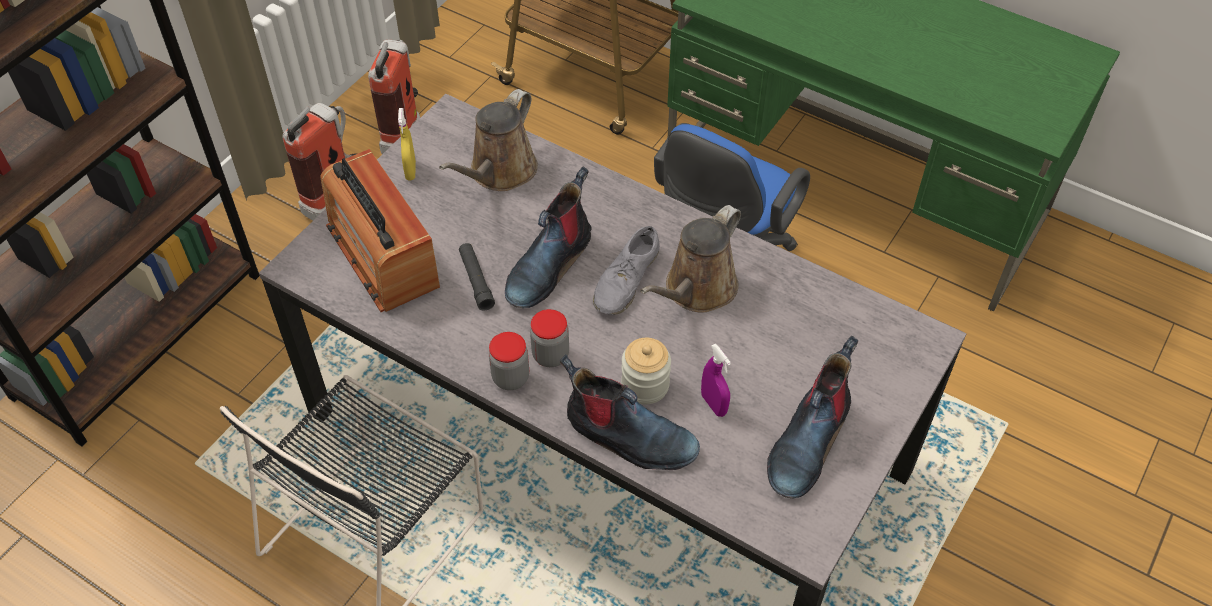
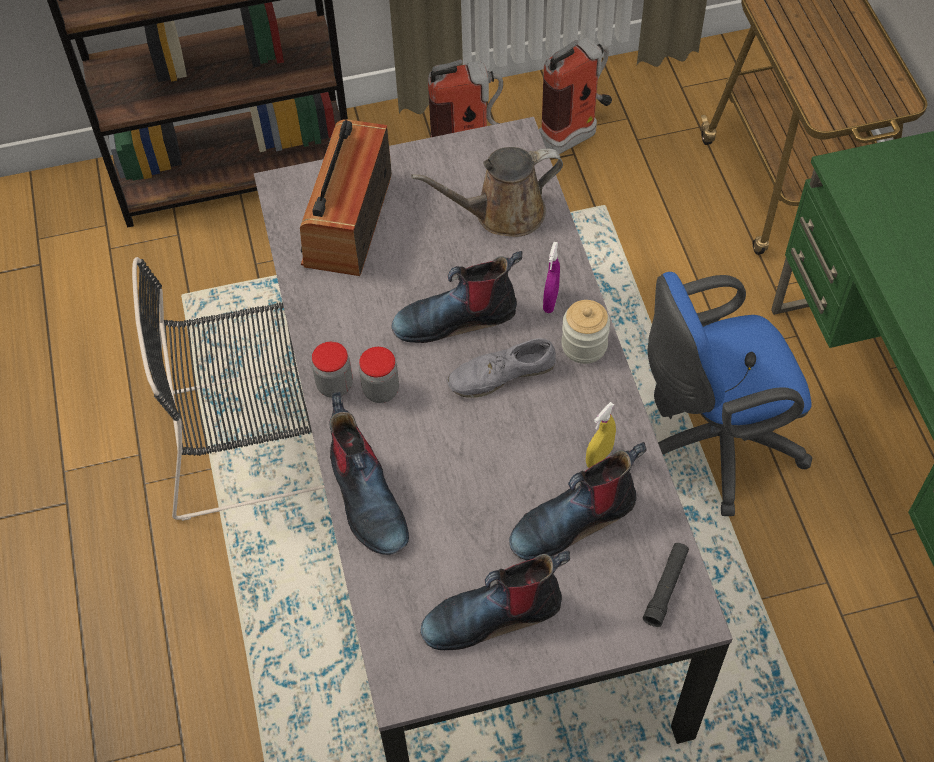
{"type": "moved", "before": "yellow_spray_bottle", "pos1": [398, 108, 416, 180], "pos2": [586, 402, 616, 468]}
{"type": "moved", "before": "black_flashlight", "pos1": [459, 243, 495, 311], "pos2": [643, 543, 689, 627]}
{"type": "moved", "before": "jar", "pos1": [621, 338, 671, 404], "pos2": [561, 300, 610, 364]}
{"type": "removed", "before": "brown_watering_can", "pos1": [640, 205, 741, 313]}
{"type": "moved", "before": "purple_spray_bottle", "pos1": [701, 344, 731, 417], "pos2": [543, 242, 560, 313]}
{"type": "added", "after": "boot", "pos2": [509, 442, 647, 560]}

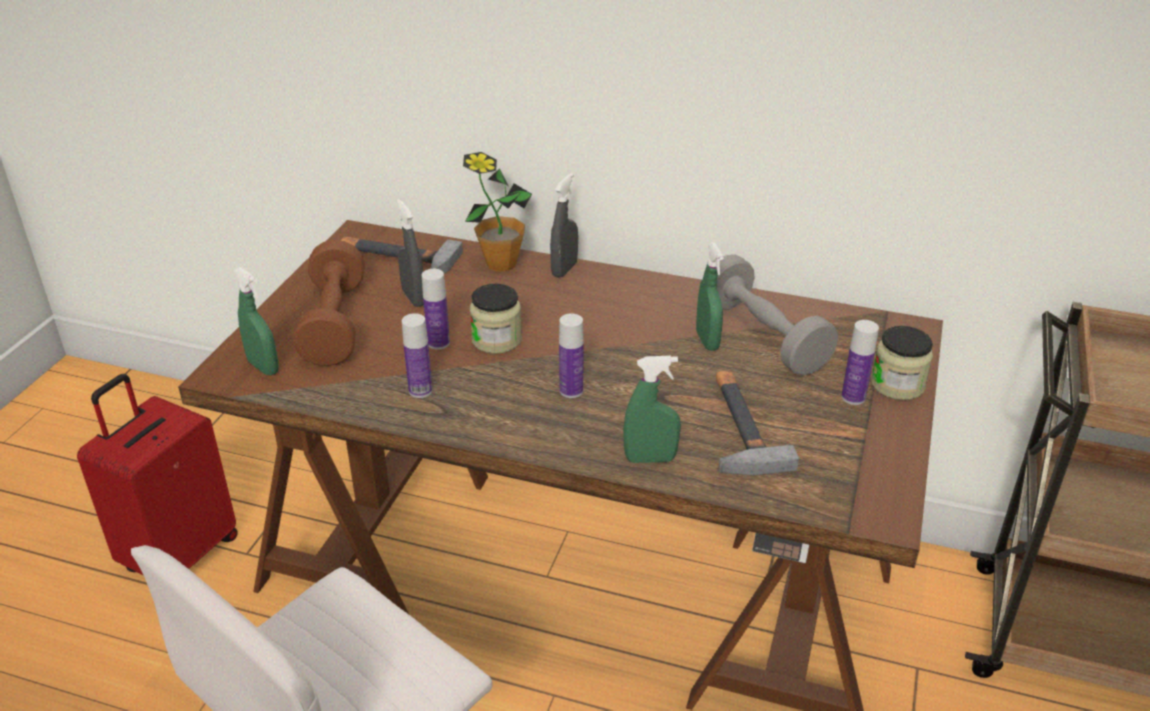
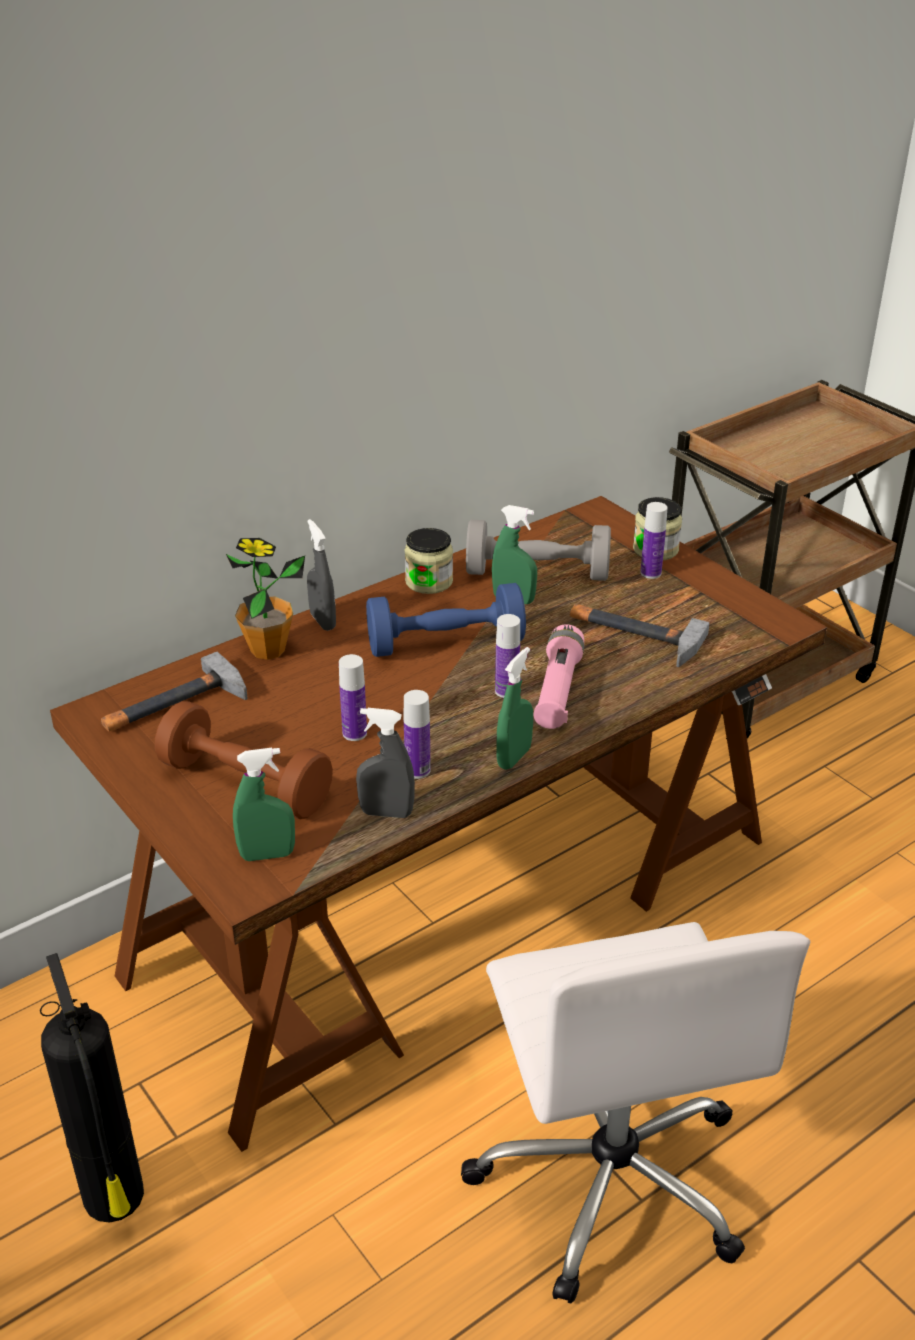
{"type": "replaced", "before": "red_suitcase", "after": "fire_extinguisher", "pos1": [77, 374, 238, 575], "pos2": [40, 953, 144, 1223]}
{"type": "moved", "before": "grey_spray_bottle", "pos1": [397, 199, 424, 307], "pos2": [356, 708, 415, 818]}
{"type": "moved", "before": "jar", "pos1": [470, 284, 522, 354], "pos2": [404, 528, 453, 594]}
{"type": "moved", "before": "green_spray_bottle", "pos1": [623, 356, 681, 463], "pos2": [496, 647, 533, 770]}
{"type": "added", "after": "blue_dumbbell", "pos2": [366, 583, 526, 657]}
{"type": "added", "after": "pink_flashlight", "pos2": [533, 624, 584, 729]}

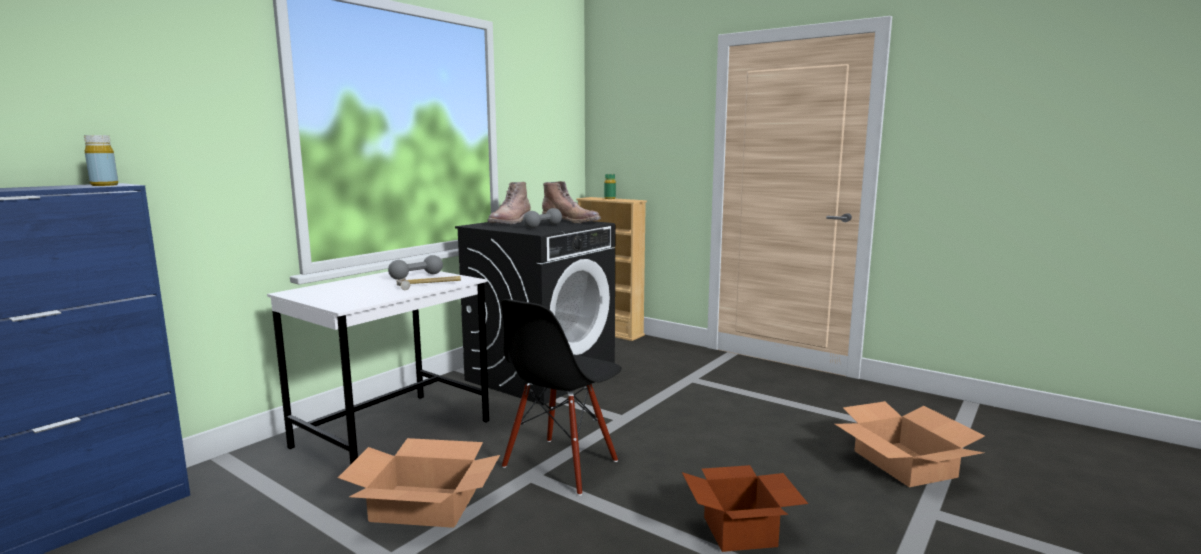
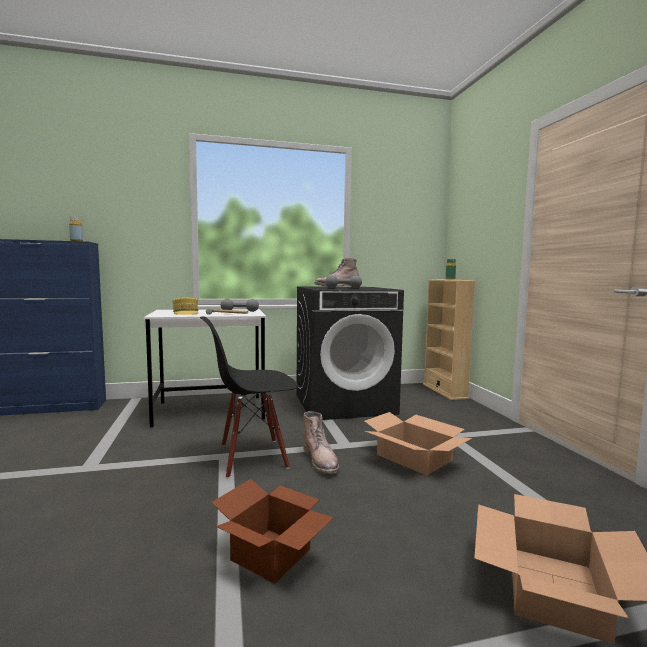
{"type": "moved", "before": "cardboard_box", "pos1": [338, 438, 500, 528], "pos2": [364, 412, 472, 475]}
{"type": "moved", "before": "brown_boot", "pos1": [542, 181, 601, 223], "pos2": [303, 411, 339, 474]}
{"type": "added", "after": "yellow_cap", "pos2": [172, 298, 199, 315]}

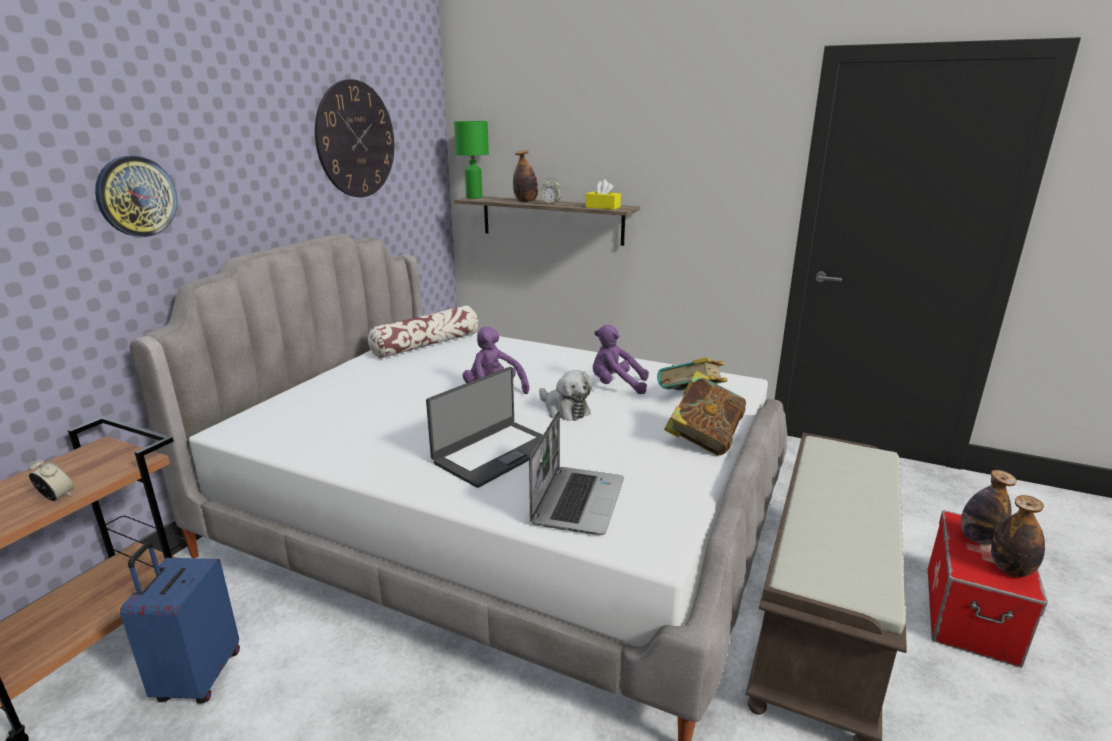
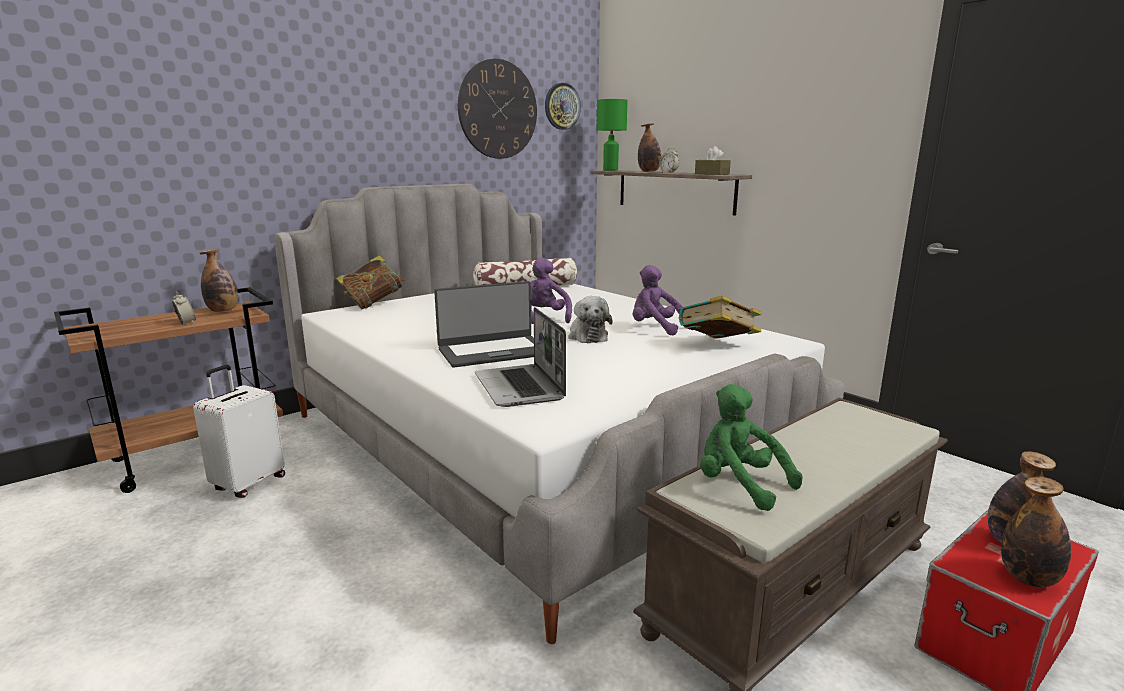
{"type": "moved", "before": "wall_clock", "pos1": [95, 156, 177, 237], "pos2": [545, 83, 581, 130]}
{"type": "recoloured", "before": "blue_suitcase", "after": "white_suitcase", "pos1": [120, 542, 240, 704], "pos2": [193, 365, 285, 498]}
{"type": "turned", "before": "laptop", "pos1": [529, 410, 624, 535], "pos2": [475, 307, 566, 407], "turn": 120}
{"type": "recoloured", "before": "yellow_tissue_box", "after": "brown_tissue_box", "pos1": [585, 179, 621, 210], "pos2": [695, 146, 731, 175]}
{"type": "moved", "before": "book", "pos1": [664, 371, 746, 455], "pos2": [336, 255, 404, 309]}
{"type": "added", "after": "bottle", "pos2": [199, 249, 238, 312]}
{"type": "added", "after": "green_plush_toy", "pos2": [700, 384, 803, 511]}

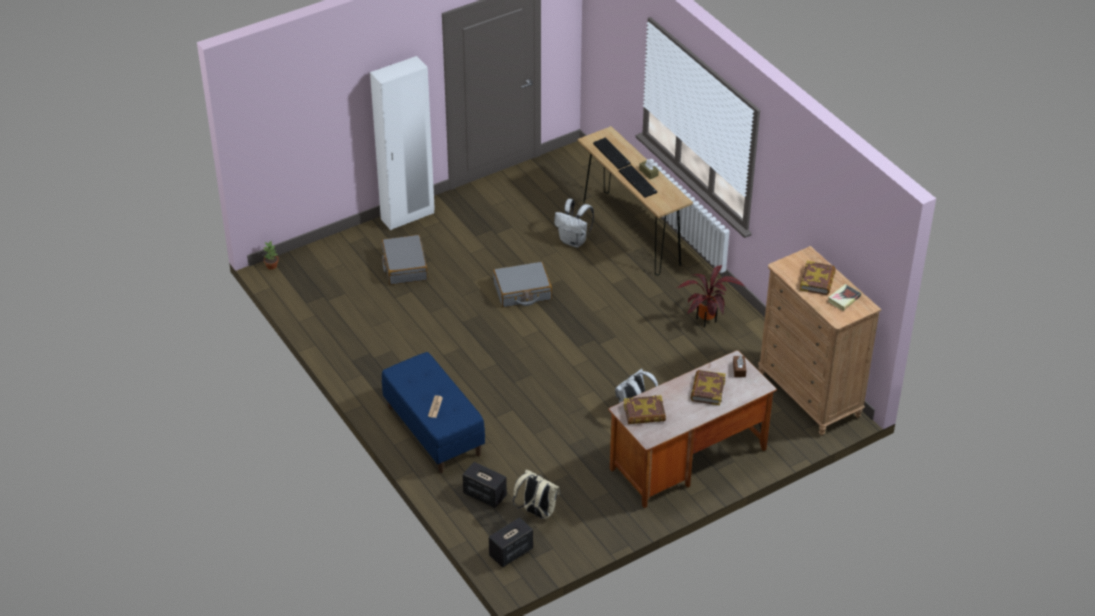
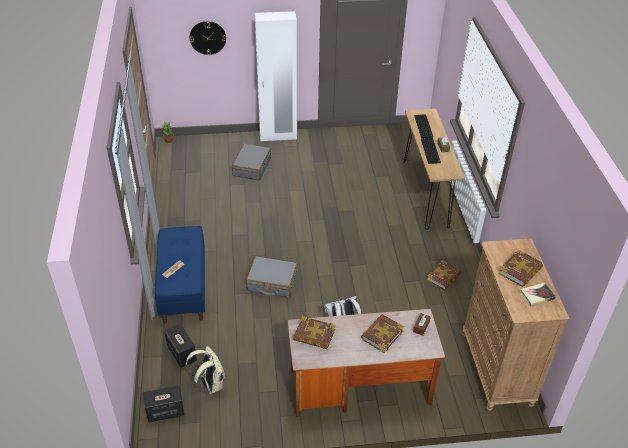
{"type": "moved", "before": "grey_suitcase", "pos1": [493, 262, 552, 307], "pos2": [246, 256, 298, 297]}
{"type": "removed", "before": "white_backpack", "pos1": [554, 199, 594, 247]}
{"type": "replaced", "before": "potted_plant", "after": "book", "pos1": [677, 265, 745, 327], "pos2": [426, 260, 461, 290]}
{"type": "added", "after": "wall_clock", "pos2": [189, 21, 226, 55]}

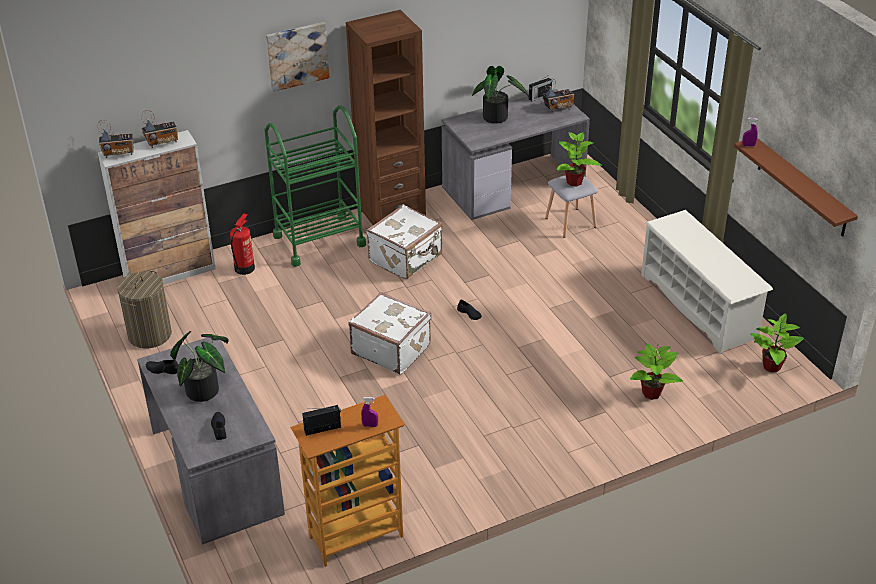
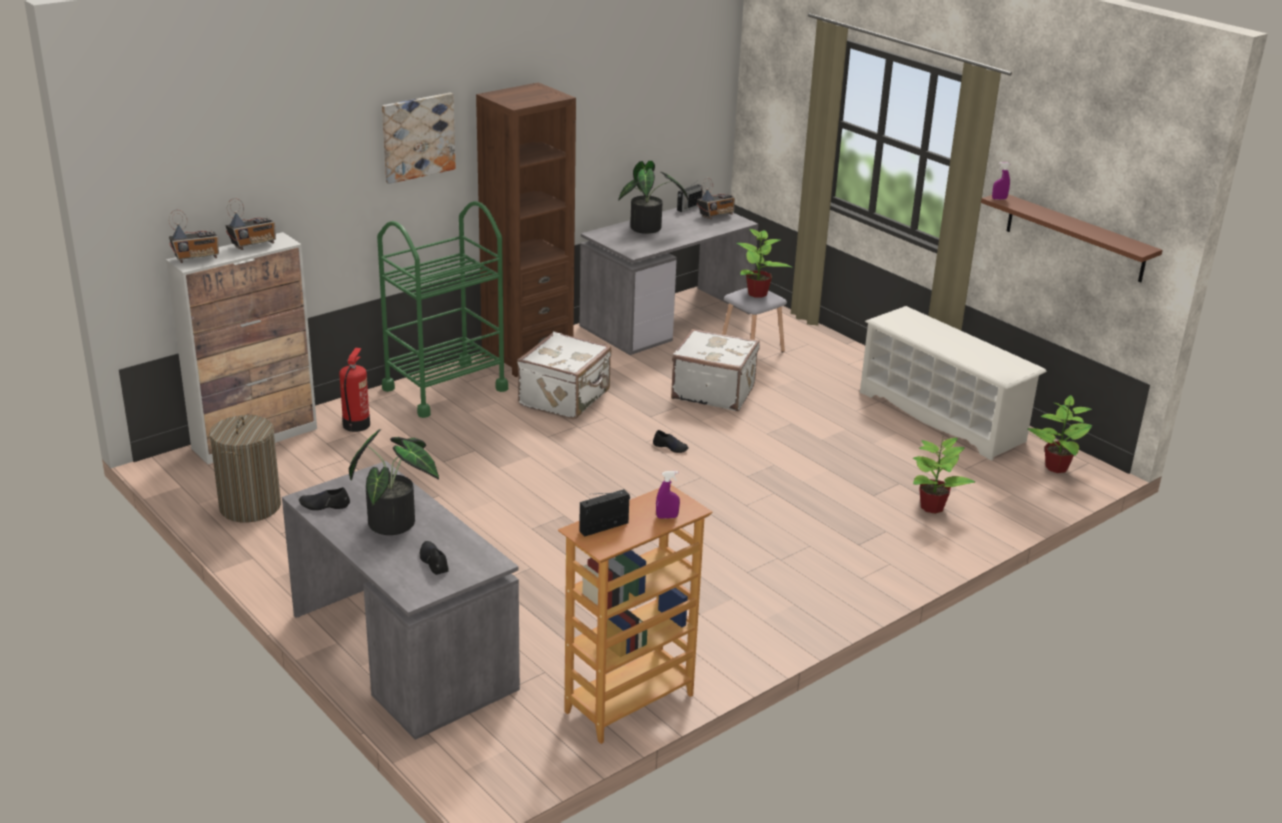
{"type": "moved", "before": "white_suitcase", "pos1": [349, 292, 432, 374], "pos2": [671, 329, 760, 411]}

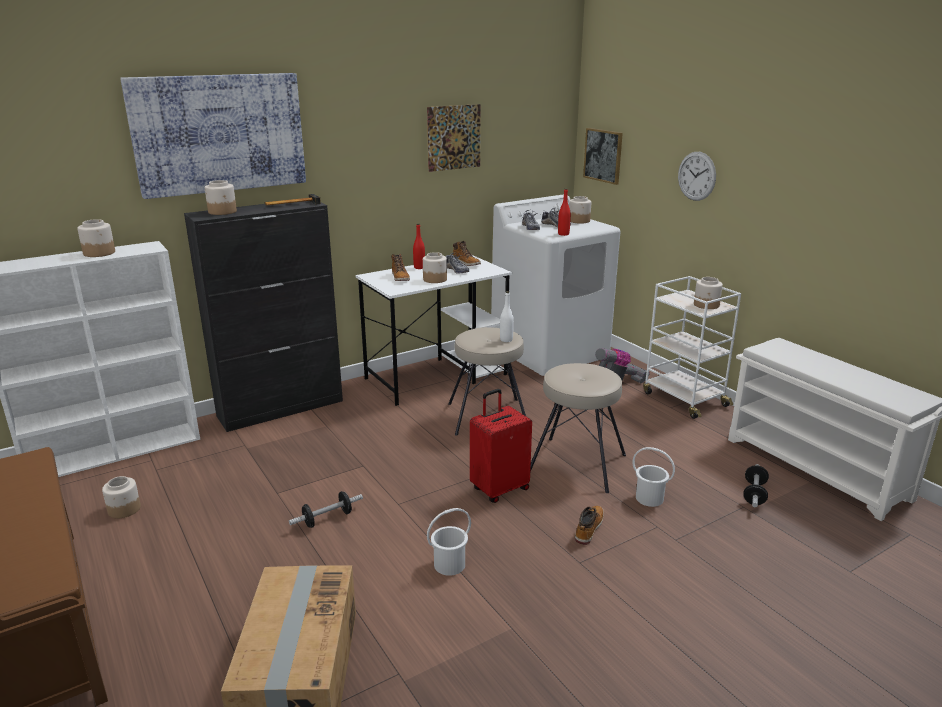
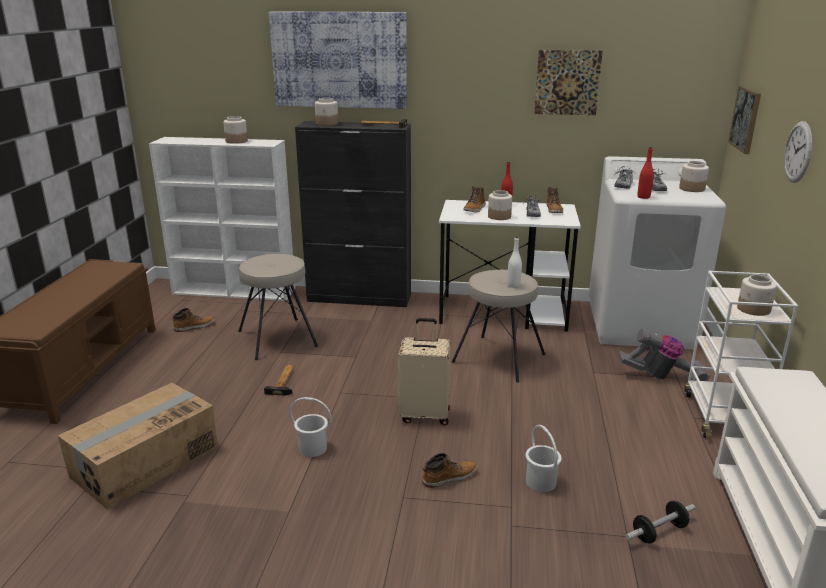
{"type": "replaced", "before": "jar", "after": "boot", "pos1": [102, 476, 141, 518], "pos2": [171, 308, 215, 332]}
{"type": "replaced", "before": "dumbbell", "after": "hammer", "pos1": [289, 491, 363, 528], "pos2": [264, 365, 294, 396]}
{"type": "recoloured", "before": "red_suitcase", "after": "beige_suitcase", "pos1": [470, 389, 532, 503], "pos2": [398, 318, 450, 425]}
{"type": "moved", "before": "beige_stool", "pos1": [530, 363, 626, 493], "pos2": [238, 254, 318, 360]}

